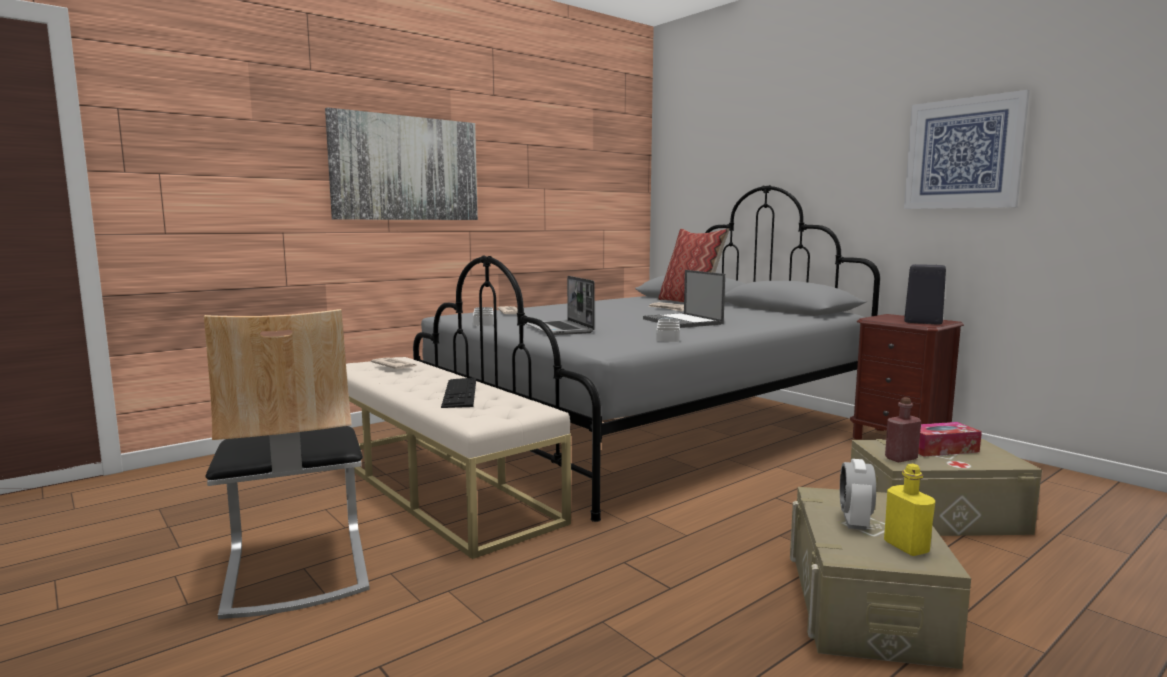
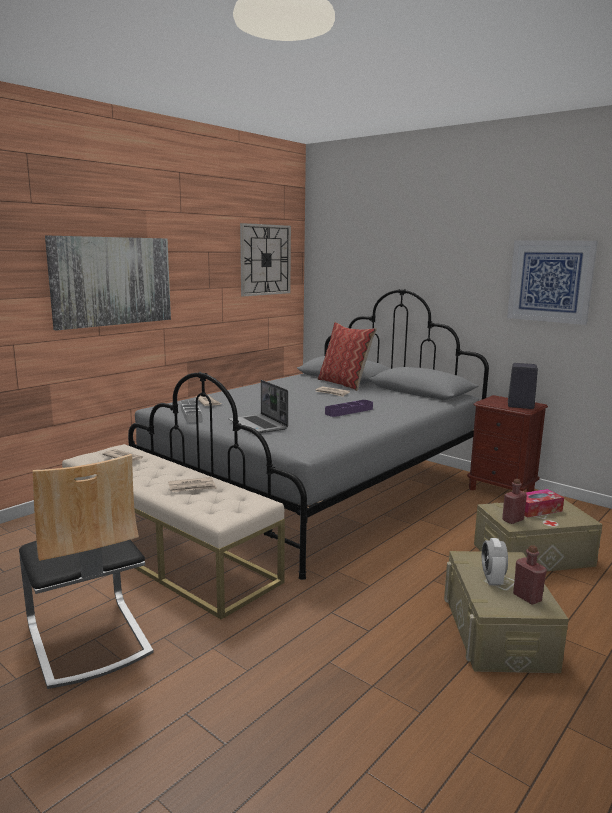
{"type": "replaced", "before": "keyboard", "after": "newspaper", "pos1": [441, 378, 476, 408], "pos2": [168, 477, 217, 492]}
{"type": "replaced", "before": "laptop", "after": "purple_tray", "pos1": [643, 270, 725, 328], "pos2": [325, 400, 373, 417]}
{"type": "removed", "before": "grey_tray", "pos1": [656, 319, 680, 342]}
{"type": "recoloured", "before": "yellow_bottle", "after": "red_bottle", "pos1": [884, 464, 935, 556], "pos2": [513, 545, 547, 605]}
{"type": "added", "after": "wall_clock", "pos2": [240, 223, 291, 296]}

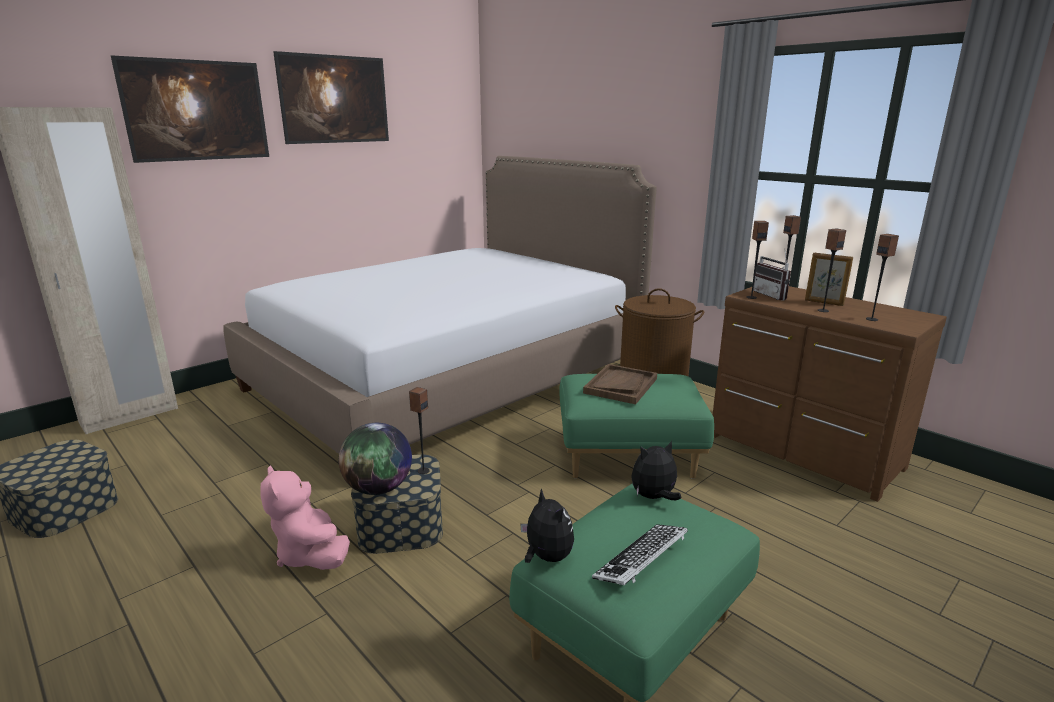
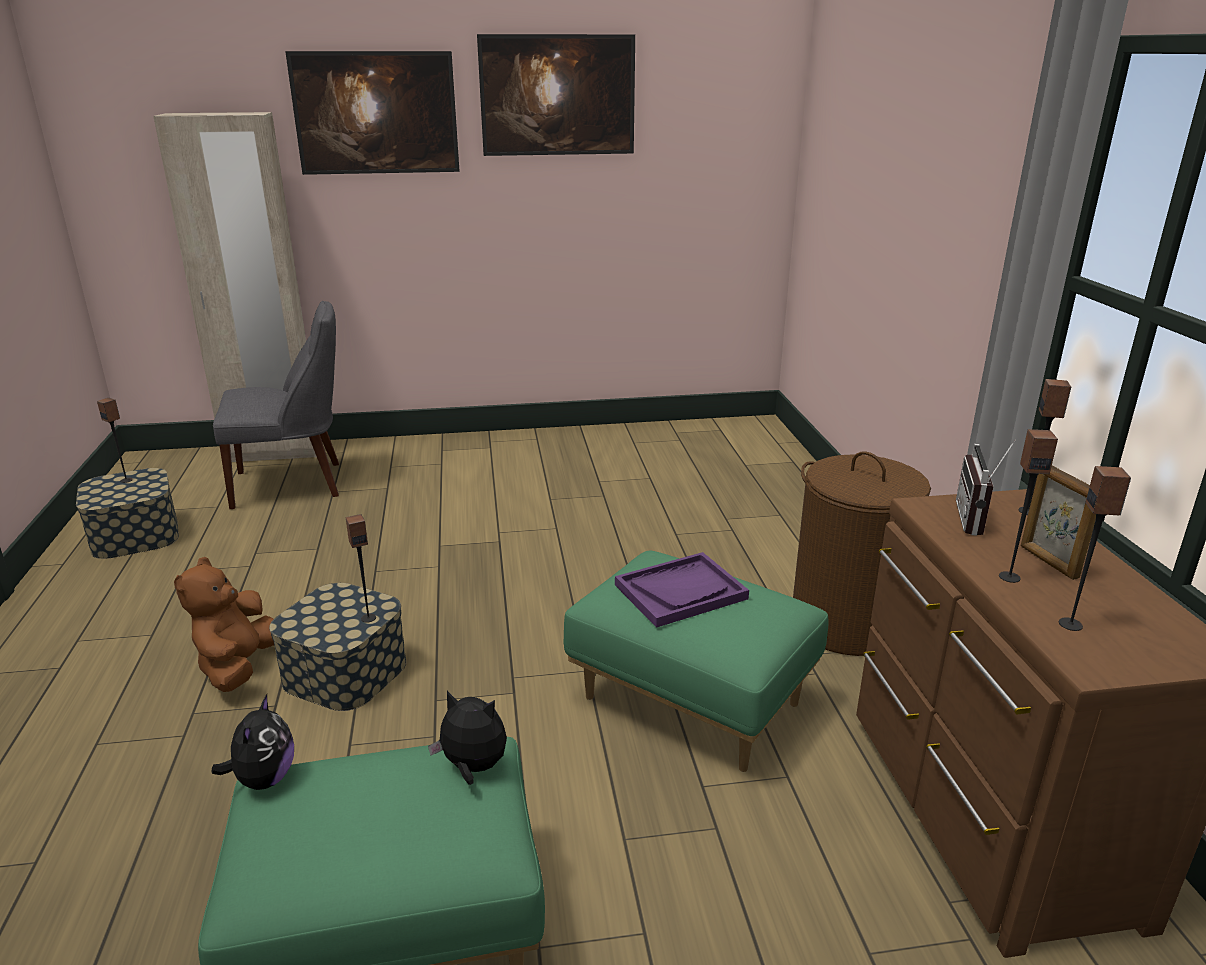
{"type": "removed", "before": "bed", "pos1": [223, 156, 657, 454]}
{"type": "recoloured", "before": "pink_plush_toy", "after": "brown_plush_toy", "pos1": [260, 466, 350, 570], "pos2": [174, 557, 274, 692]}
{"type": "removed", "before": "globe", "pos1": [339, 423, 412, 495]}
{"type": "recoloured", "before": "brown_tray", "after": "purple_tray", "pos1": [583, 364, 657, 404], "pos2": [615, 552, 749, 628]}
{"type": "removed", "before": "keyboard", "pos1": [592, 524, 688, 585]}
{"type": "moved", "before": "speaker", "pos1": [747, 221, 769, 299], "pos2": [97, 398, 133, 483]}
{"type": "added", "after": "grey_chair", "pos2": [213, 301, 339, 509]}

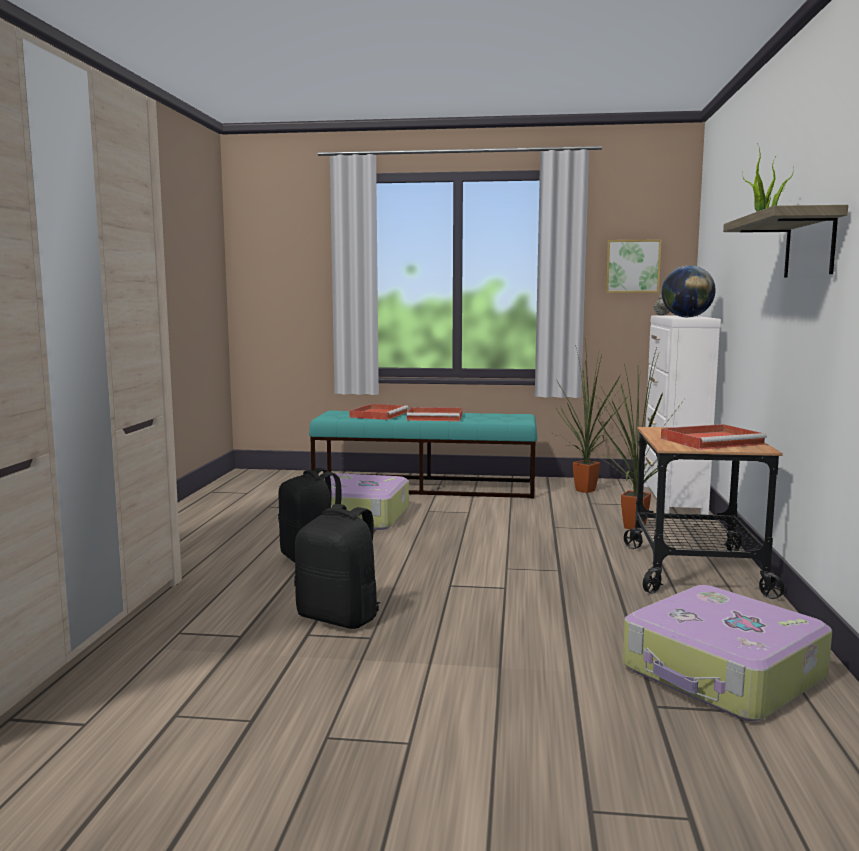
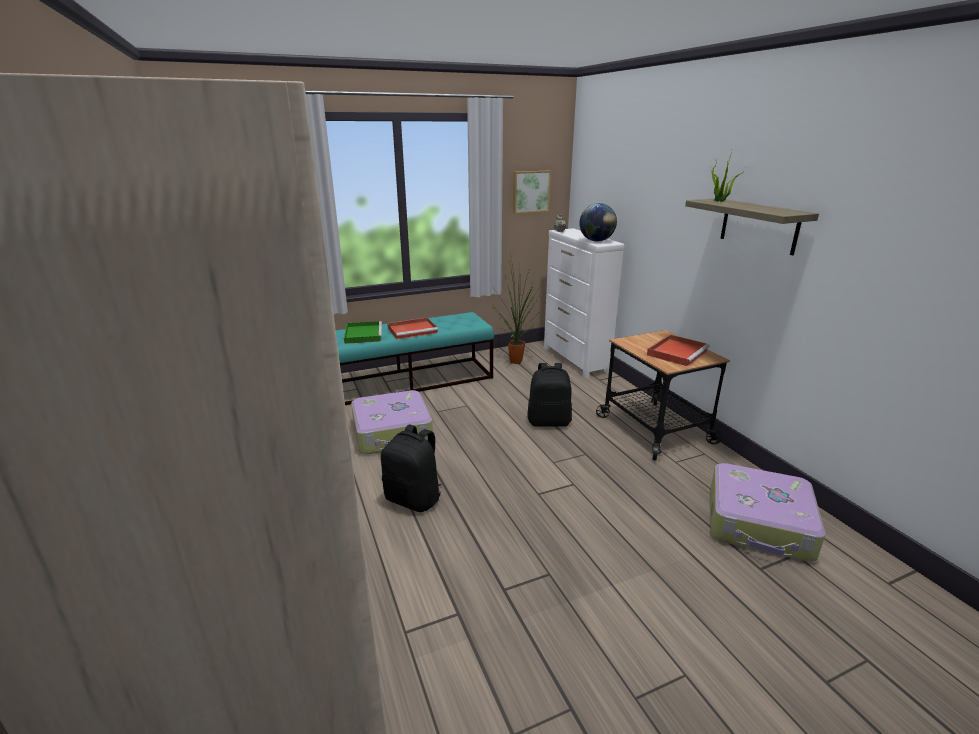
{"type": "moved", "before": "black_backpack", "pos1": [294, 504, 381, 629], "pos2": [527, 363, 572, 427]}
{"type": "recoloured", "before": "red_tray", "after": "green_tray", "pos1": [349, 404, 409, 420], "pos2": [344, 321, 382, 344]}
{"type": "removed", "before": "potted_plant", "pos1": [597, 348, 684, 529]}

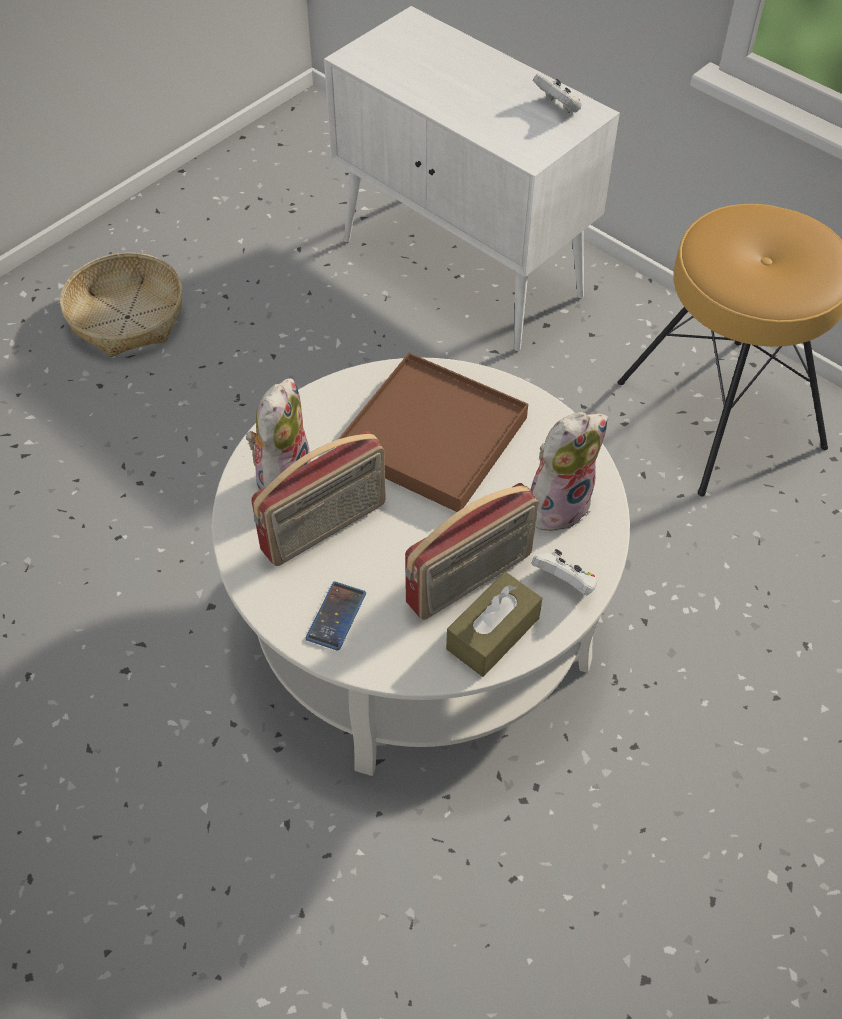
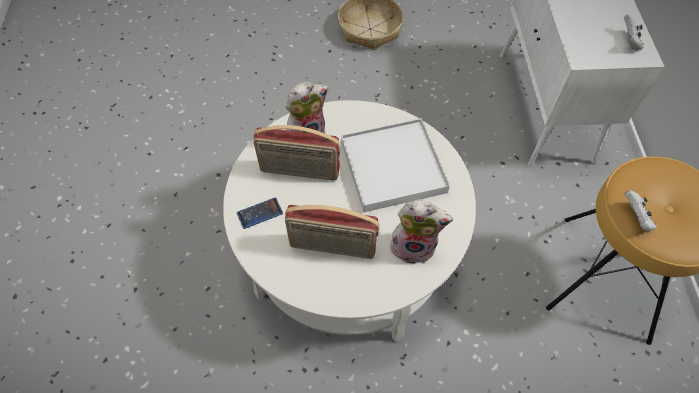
{"type": "recoloured", "before": "brown_tray", "after": "white_tray", "pos1": [339, 353, 528, 512], "pos2": [341, 118, 450, 212]}
{"type": "removed", "before": "brown_tissue_box", "pos1": [446, 572, 542, 677]}
{"type": "moved", "before": "white_game_controller", "pos1": [531, 549, 597, 595], "pos2": [625, 190, 656, 231]}

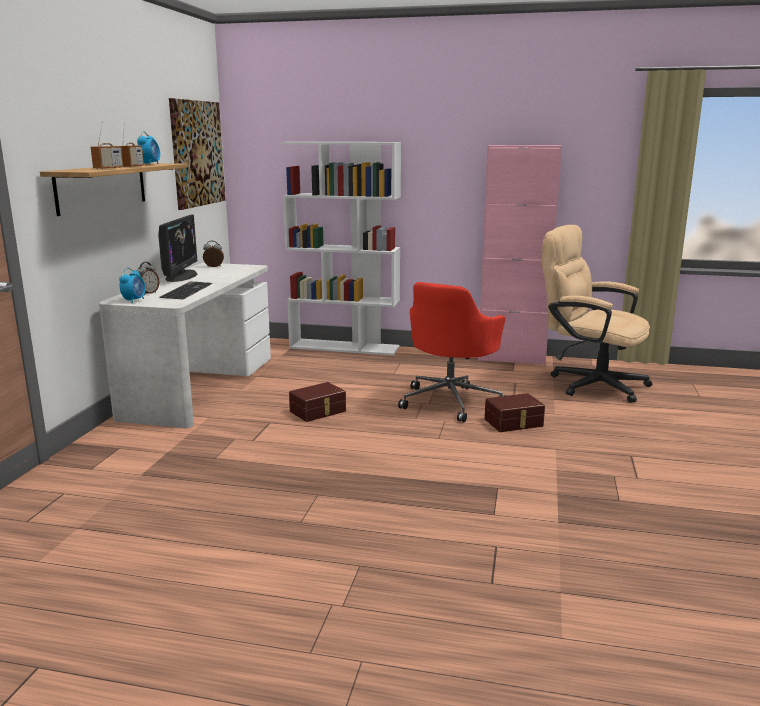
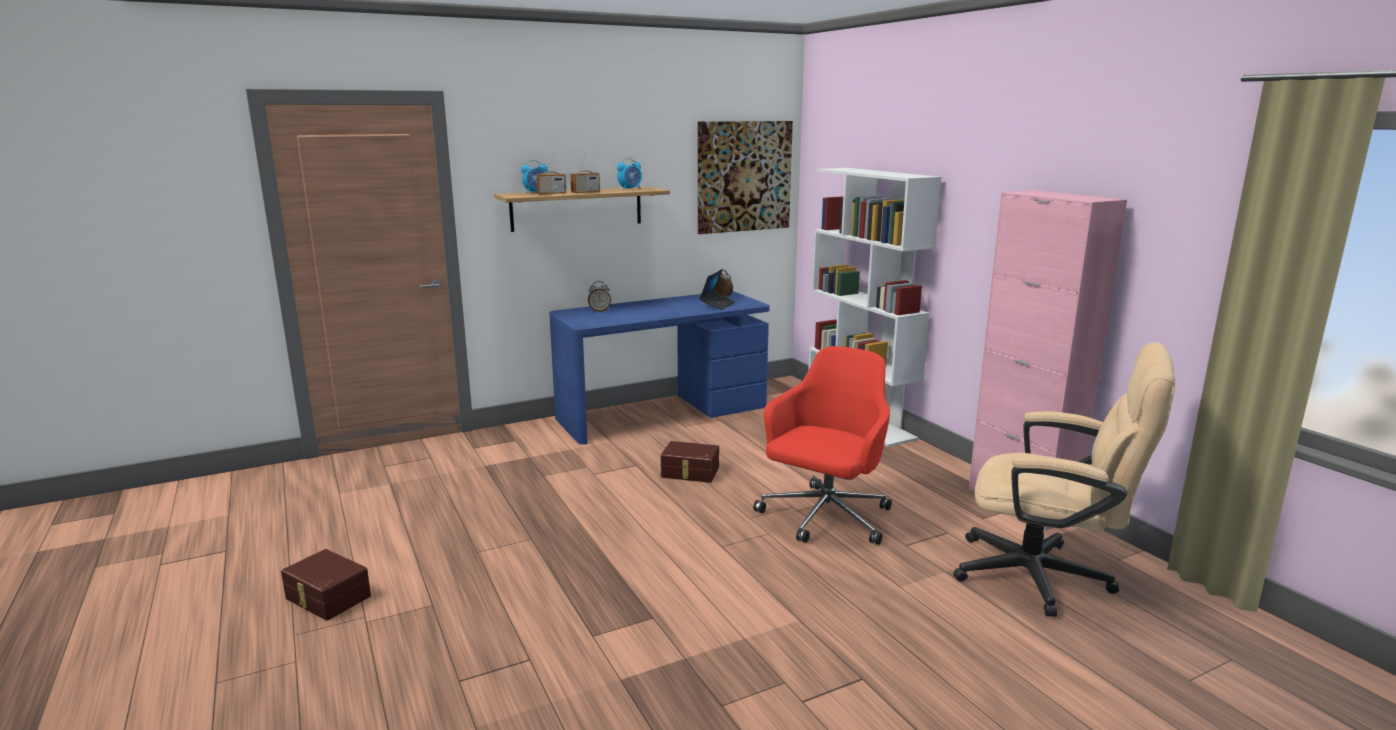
{"type": "recoloured", "before": "white_desk", "after": "blue_desk", "pos1": [99, 263, 271, 428], "pos2": [549, 291, 769, 444]}
{"type": "moved", "before": "alarm_clock", "pos1": [119, 268, 145, 303], "pos2": [521, 160, 548, 194]}
{"type": "removed", "before": "monitor", "pos1": [158, 214, 197, 282]}
{"type": "removed", "before": "keyboard", "pos1": [160, 281, 213, 300]}
{"type": "turned", "before": "red_office_chair", "pos1": [398, 282, 507, 422], "pos2": [753, 346, 892, 545], "turn": 135}
{"type": "moved", "before": "brown_storage_box", "pos1": [485, 393, 545, 432], "pos2": [281, 549, 371, 621]}
{"type": "turned", "before": "beige_office_chair", "pos1": [542, 225, 652, 403], "pos2": [953, 342, 1175, 617], "turn": 120}
{"type": "added", "after": "laptop", "pos2": [699, 270, 735, 310]}

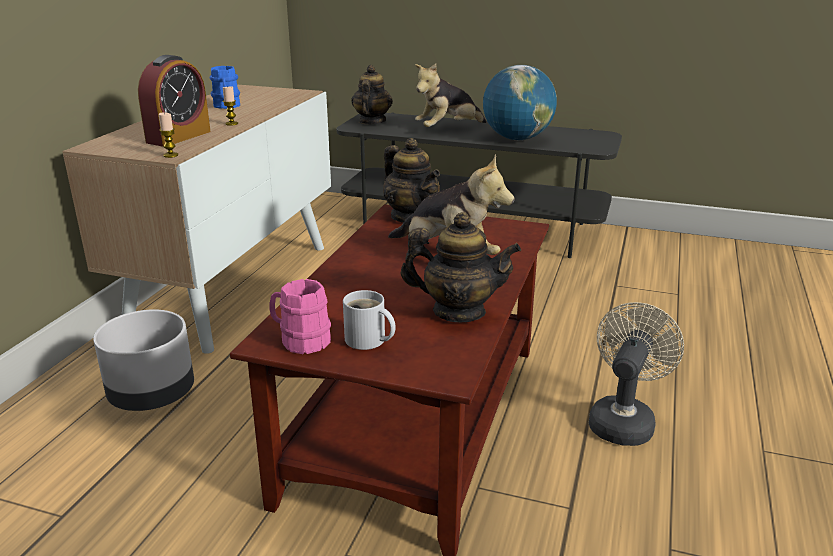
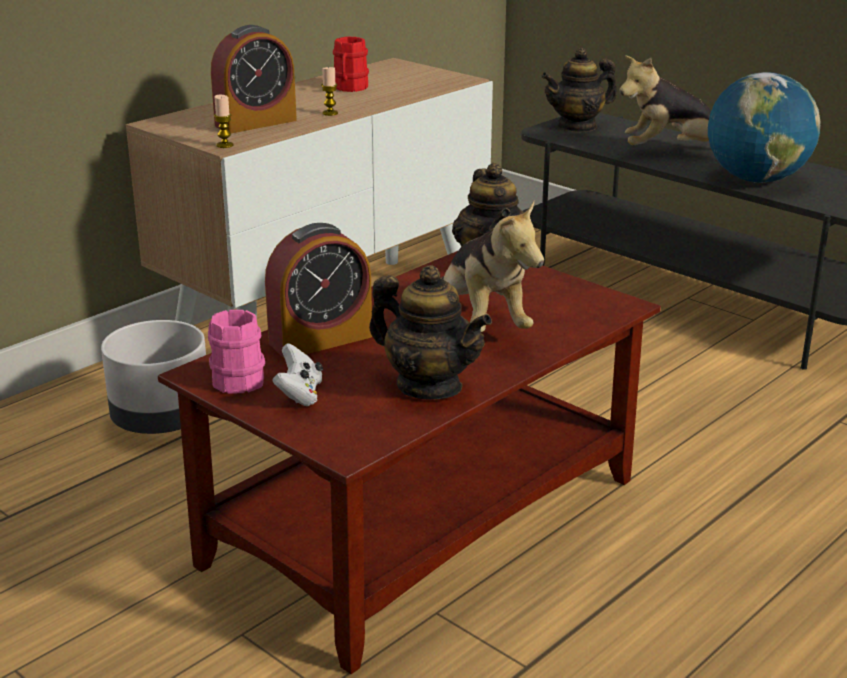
{"type": "recoloured", "before": "blue_mug", "after": "red_mug", "pos1": [210, 66, 240, 109], "pos2": [333, 37, 369, 92]}
{"type": "replaced", "before": "white_mug", "after": "white_game_controller", "pos1": [343, 290, 396, 350], "pos2": [272, 343, 323, 406]}
{"type": "turned", "before": "teapot", "pos1": [351, 65, 393, 124], "pos2": [542, 48, 617, 132], "turn": -150}
{"type": "removed", "before": "beige_fan", "pos1": [589, 302, 684, 446]}
{"type": "added", "after": "alarm_clock", "pos2": [265, 223, 372, 359]}

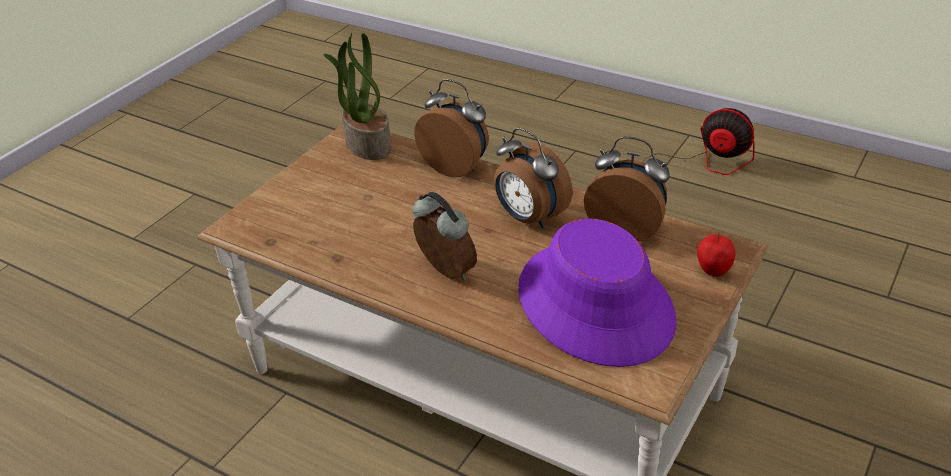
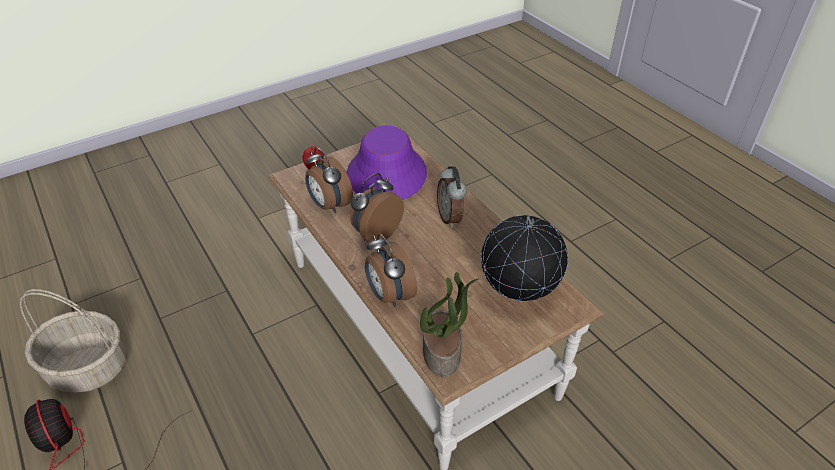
{"type": "turned", "before": "alarm_clock", "pos1": [494, 128, 573, 229], "pos2": [350, 173, 404, 242], "turn": -120}
{"type": "added", "after": "basket", "pos2": [20, 289, 126, 393]}
{"type": "added", "after": "globe", "pos2": [481, 215, 568, 301]}

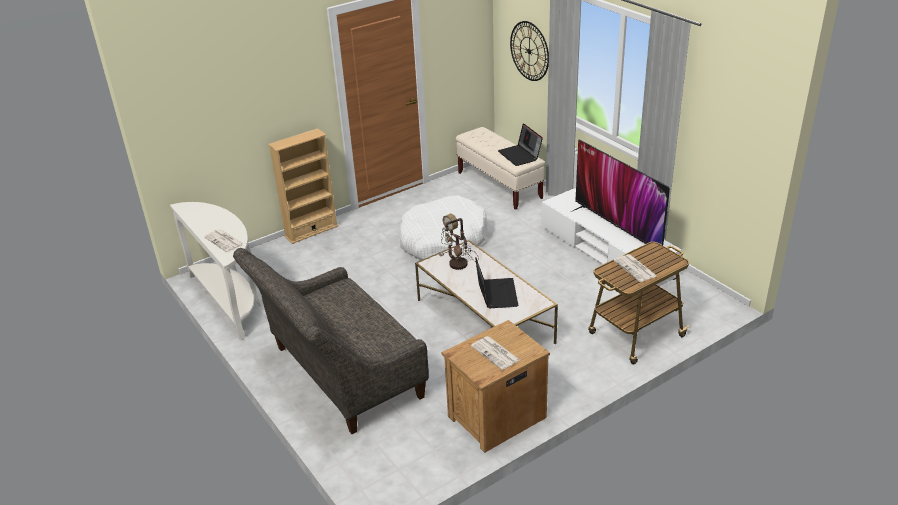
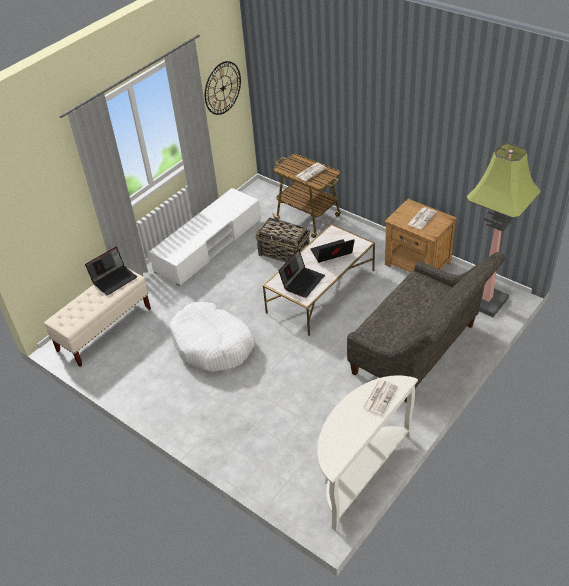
{"type": "removed", "before": "beige_bookcase", "pos1": [268, 128, 338, 244]}
{"type": "replaced", "before": "table_lamp", "after": "laptop", "pos1": [438, 213, 478, 270], "pos2": [279, 249, 325, 298]}
{"type": "moved", "before": "wall_clock", "pos1": [510, 21, 549, 81], "pos2": [205, 61, 241, 115]}
{"type": "removed", "before": "television", "pos1": [571, 139, 670, 245]}
{"type": "added", "after": "basket", "pos2": [255, 217, 310, 262]}
{"type": "added", "after": "floor_lamp", "pos2": [467, 143, 541, 317]}

